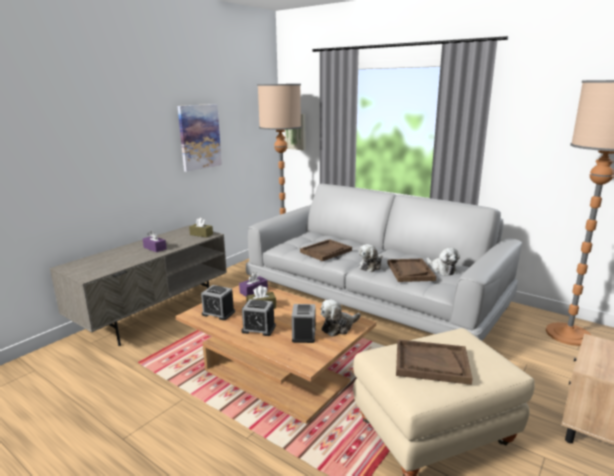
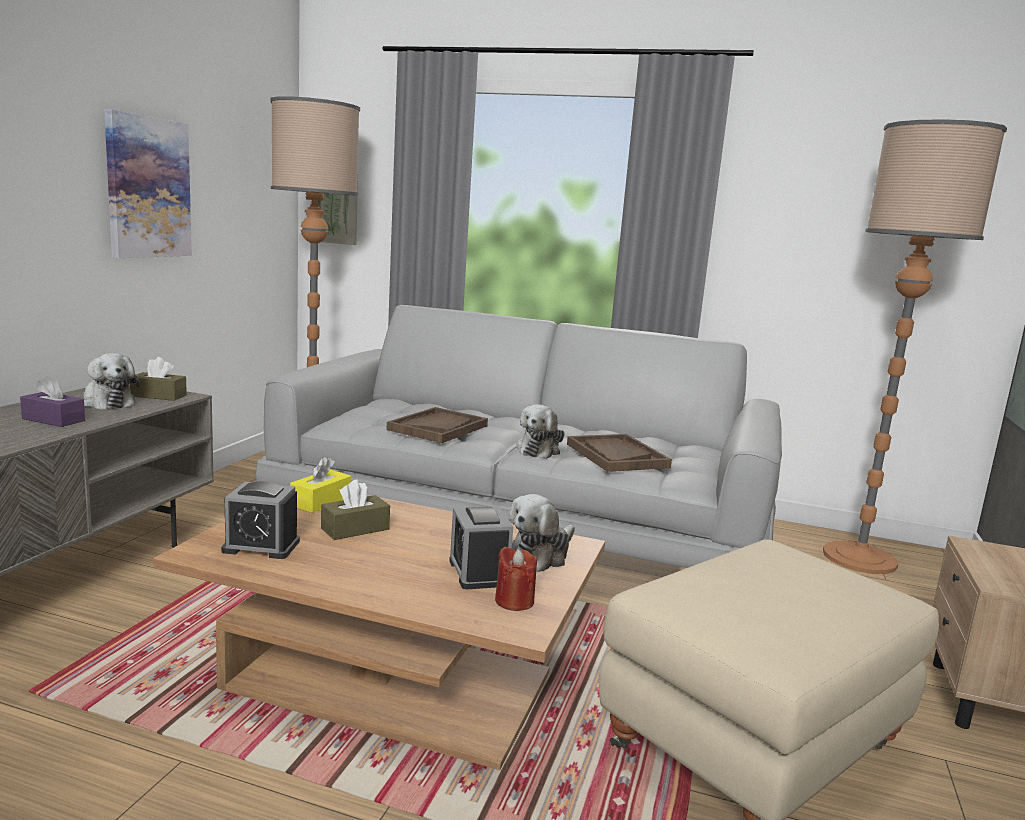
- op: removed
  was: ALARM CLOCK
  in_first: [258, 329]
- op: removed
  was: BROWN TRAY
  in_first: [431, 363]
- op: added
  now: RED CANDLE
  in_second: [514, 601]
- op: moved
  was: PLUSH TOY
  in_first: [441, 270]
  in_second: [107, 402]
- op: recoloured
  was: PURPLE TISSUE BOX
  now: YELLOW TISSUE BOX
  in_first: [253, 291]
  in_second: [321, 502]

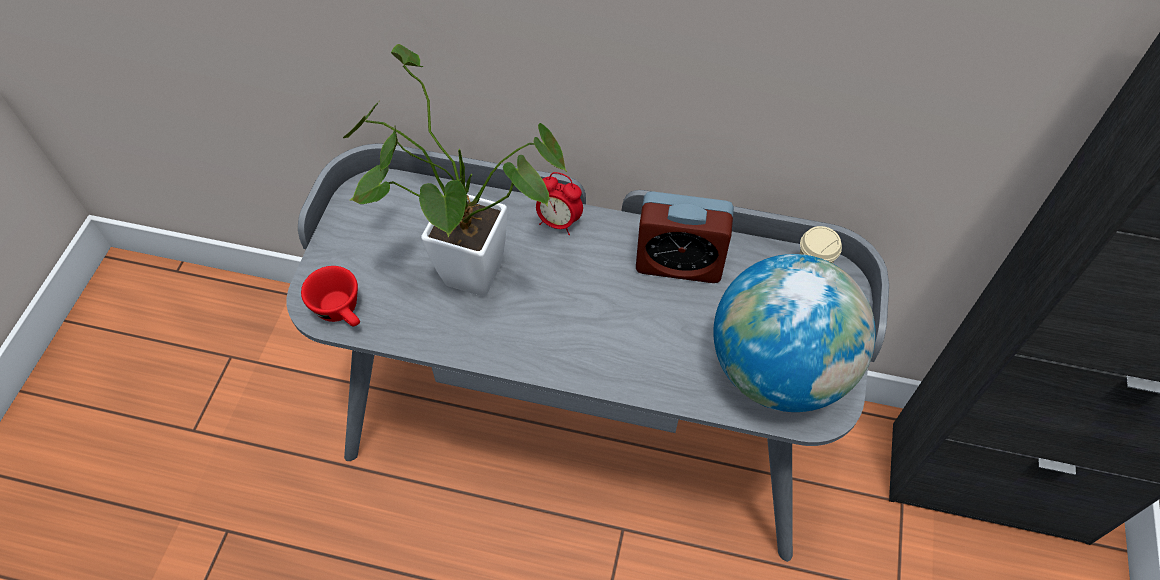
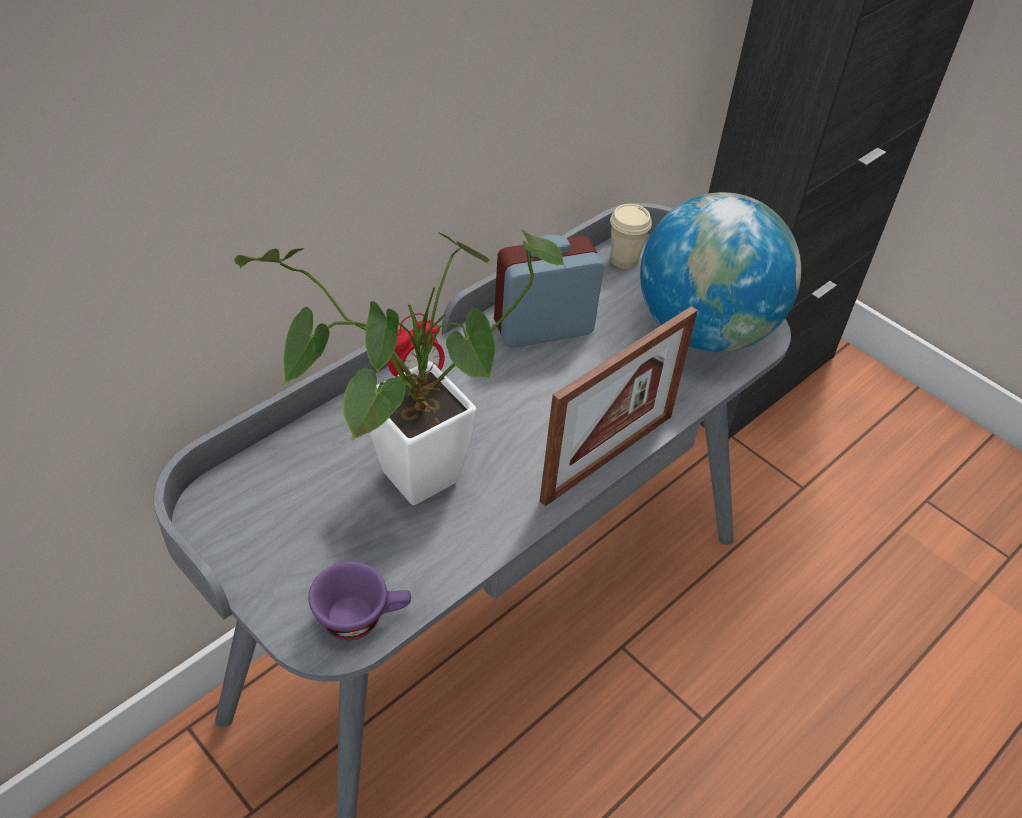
- op: added
  now: PICTURE FRAME
  in_second: [608, 457]
- op: recoloured
  was: RED CUP
  now: PURPLE CUP
  in_first: [342, 312]
  in_second: [362, 617]
- op: turned
  was: ALARM CLOCK
  in_first: [679, 263]
  in_second: [543, 328]
  clockwise: -150

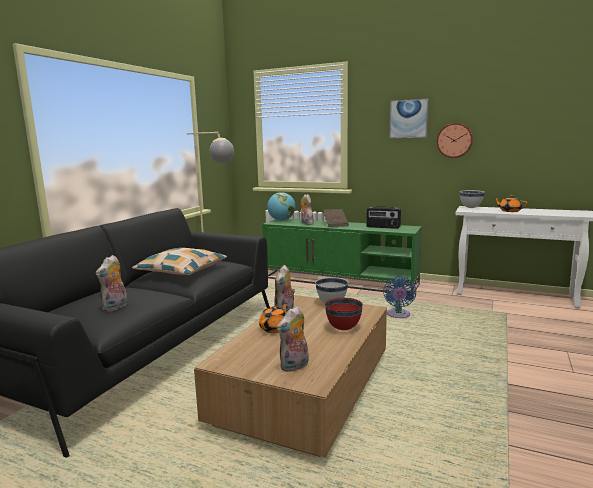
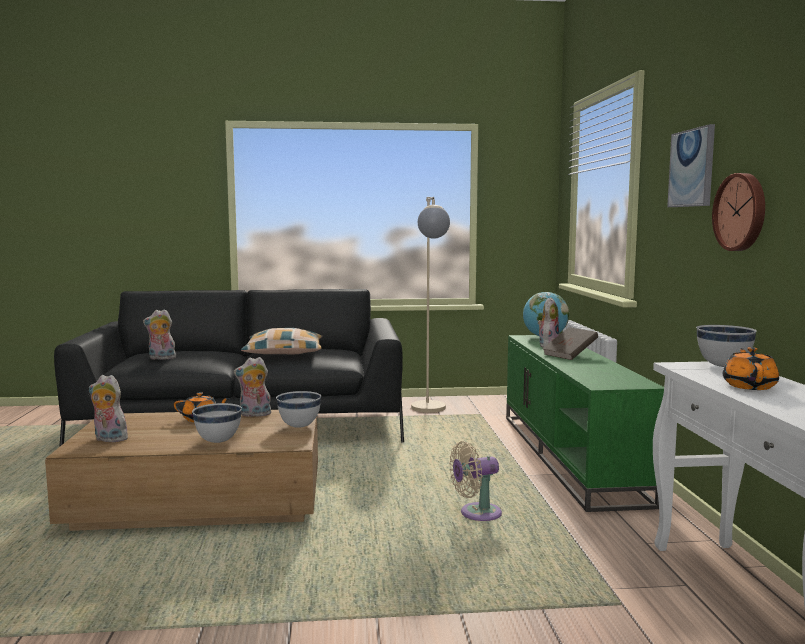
- op: removed
  was: RADIO
  in_first: [383, 227]
- op: recoloured
  was: RED BOWL
  now: WHITE BOWL
  in_first: [344, 328]
  in_second: [218, 441]
- op: recoloured
  was: BLUE FAN
  now: BEIGE FAN
  in_first: [398, 315]
  in_second: [476, 514]

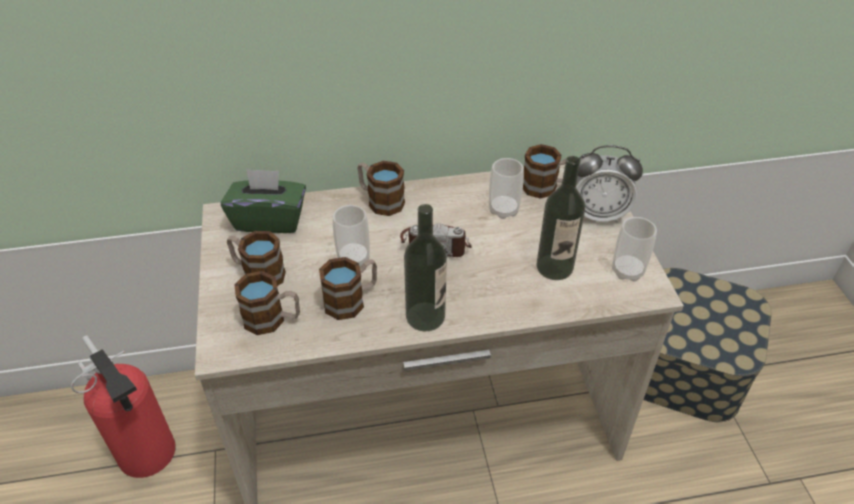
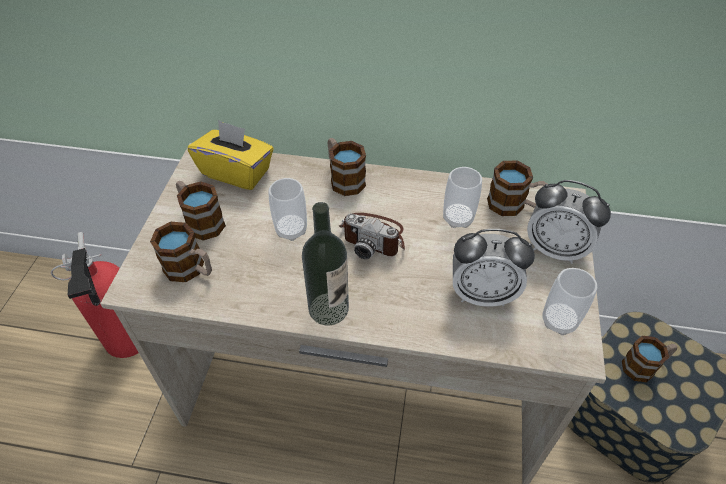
- op: moved
  was: MUG
  in_first: [351, 300]
  in_second: [644, 366]
- op: replaced
  was: BOTTLE
  now: ALARM CLOCK
  in_first: [554, 267]
  in_second: [482, 294]
- op: recoloured
  was: GREEN TISSUE BOX
  now: YELLOW TISSUE BOX
  in_first: [269, 220]
  in_second: [236, 172]

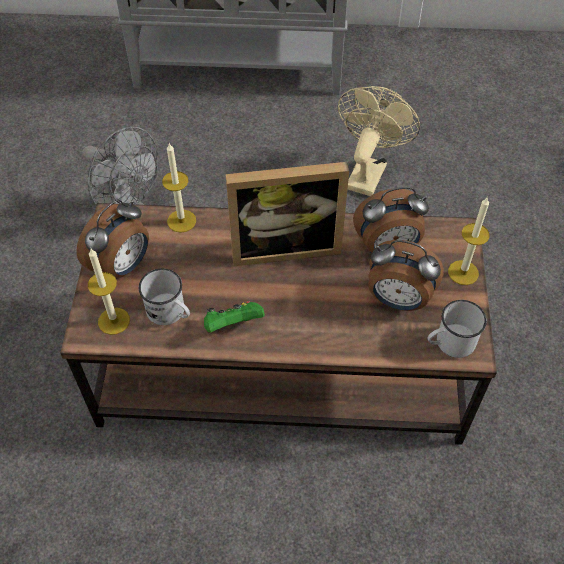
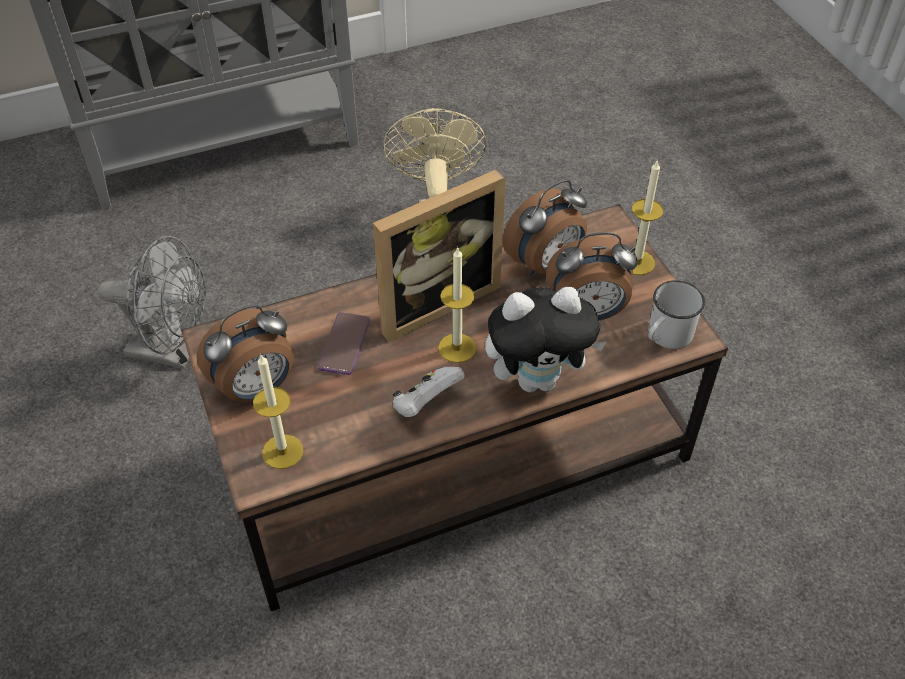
- op: removed
  was: WHITE MUG
  in_first: [170, 313]
- op: added
  now: PHONE
  in_second: [344, 344]
- op: added
  now: PLUSH TOY
  in_second: [538, 379]
- op: moved
  was: CANDLE
  in_first: [181, 221]
  in_second: [457, 348]
- op: recoloured
  was: GREEN GAME CONTROLLER
  now: WHITE GAME CONTROLLER
  in_first: [233, 325]
  in_second: [426, 404]
- op: turned
  was: ALARM CLOCK
  in_first: [122, 266]
  in_second: [256, 388]
  clockwise: 45

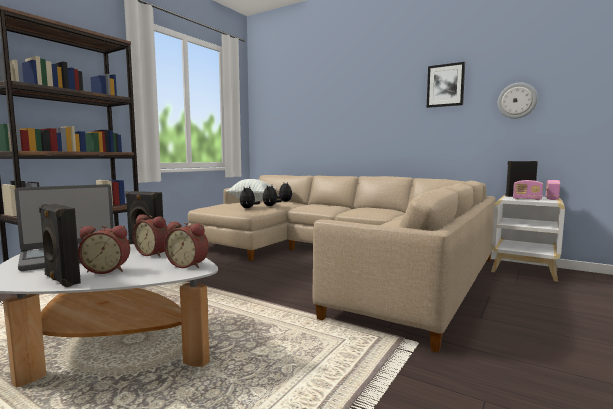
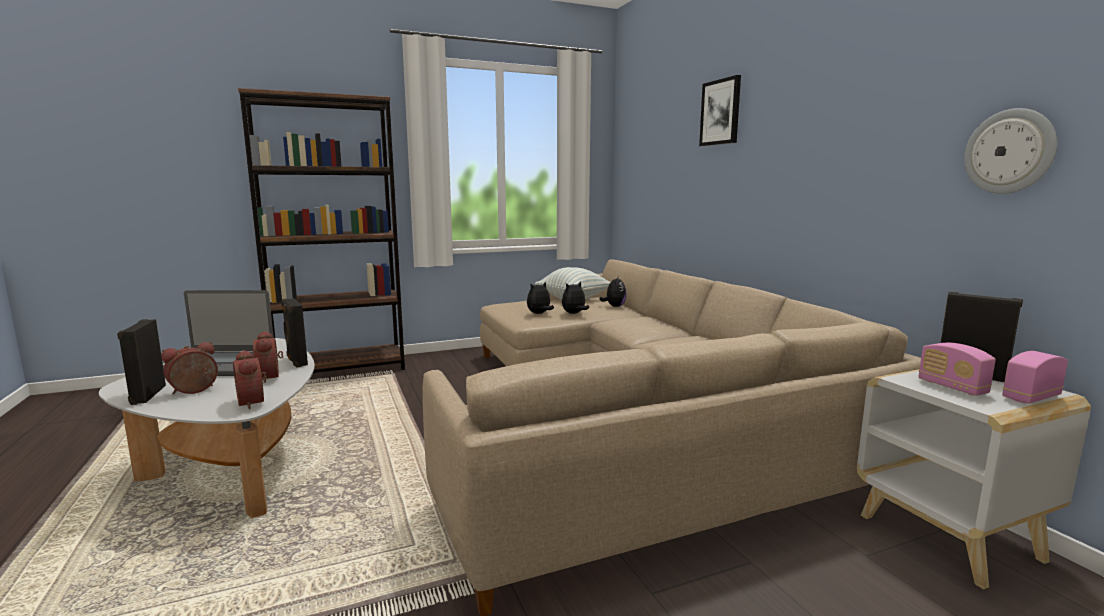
- op: moved
  was: PICTURE
  in_first: [445, 85]
  in_second: [720, 112]
- op: turned
  was: ALARM CLOCK
  in_first: [107, 270]
  in_second: [194, 391]
  clockwise: 105

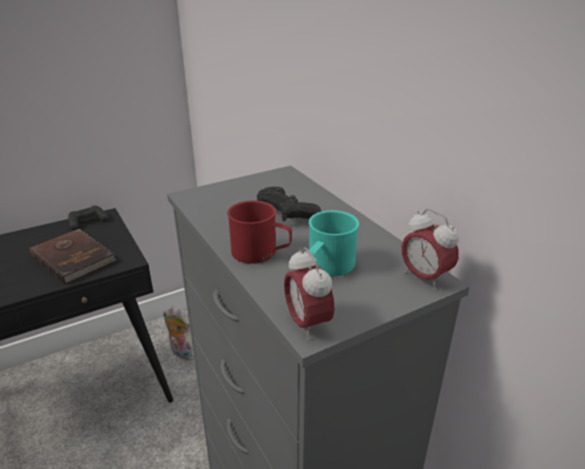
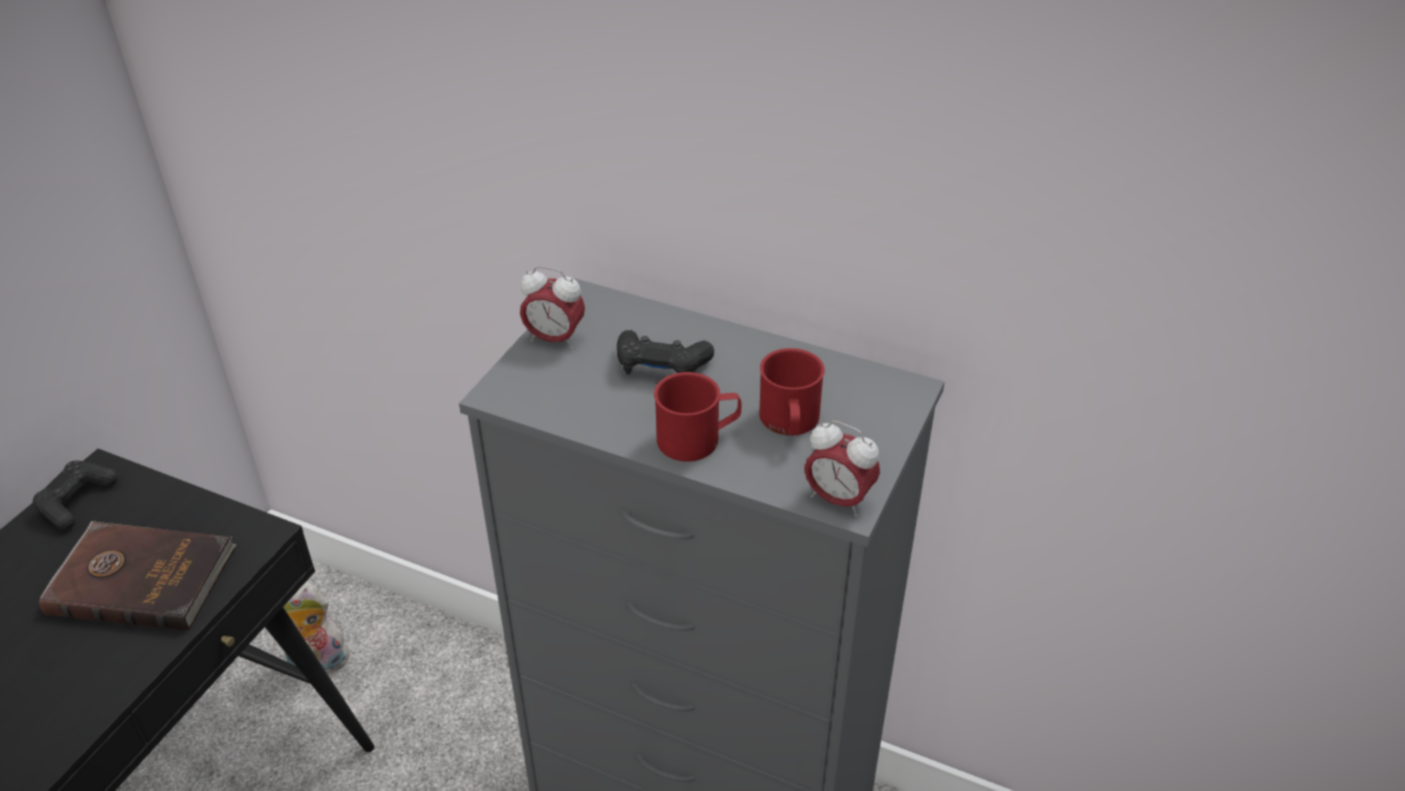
- op: moved
  was: ALARM CLOCK
  in_first: [424, 278]
  in_second: [554, 339]
- op: recoloured
  was: TURQUOISE MUG
  now: RED MUG
  in_first: [327, 267]
  in_second: [790, 423]

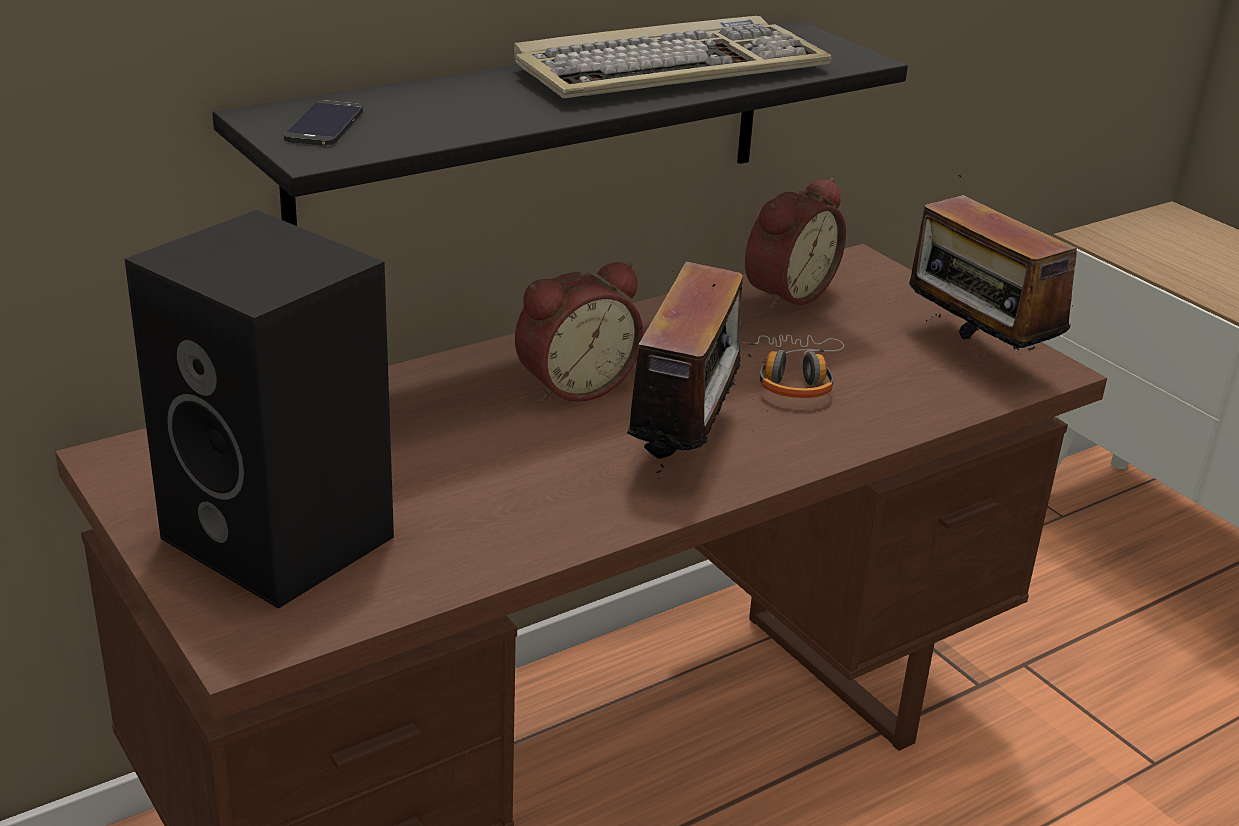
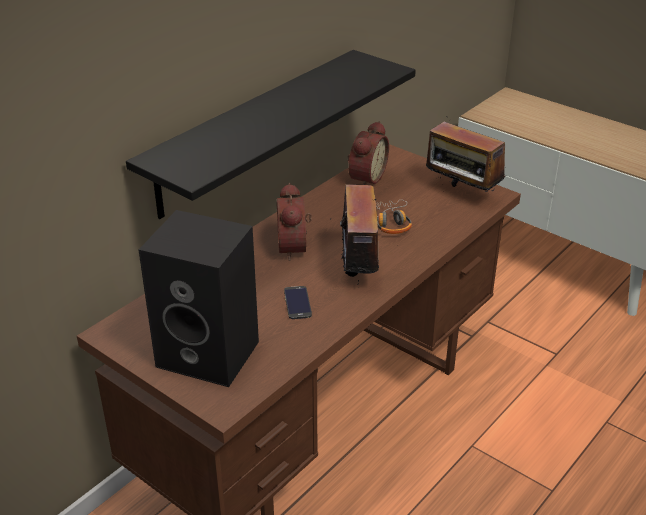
- op: removed
  was: KEYBOARD
  in_first: [670, 70]
- op: moved
  was: PHONE
  in_first: [324, 124]
  in_second: [297, 303]
- op: turned
  was: ALARM CLOCK
  in_first: [573, 385]
  in_second: [295, 247]
  clockwise: 135

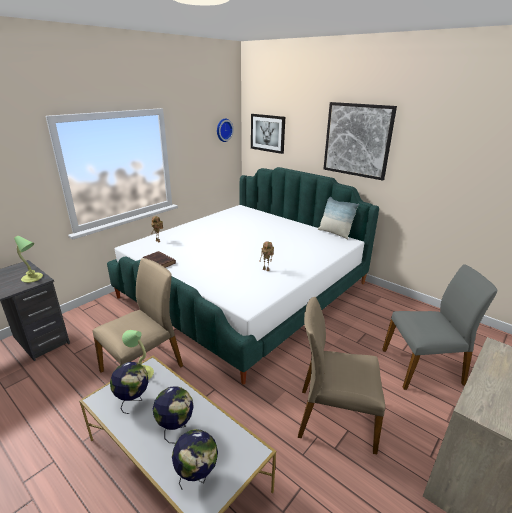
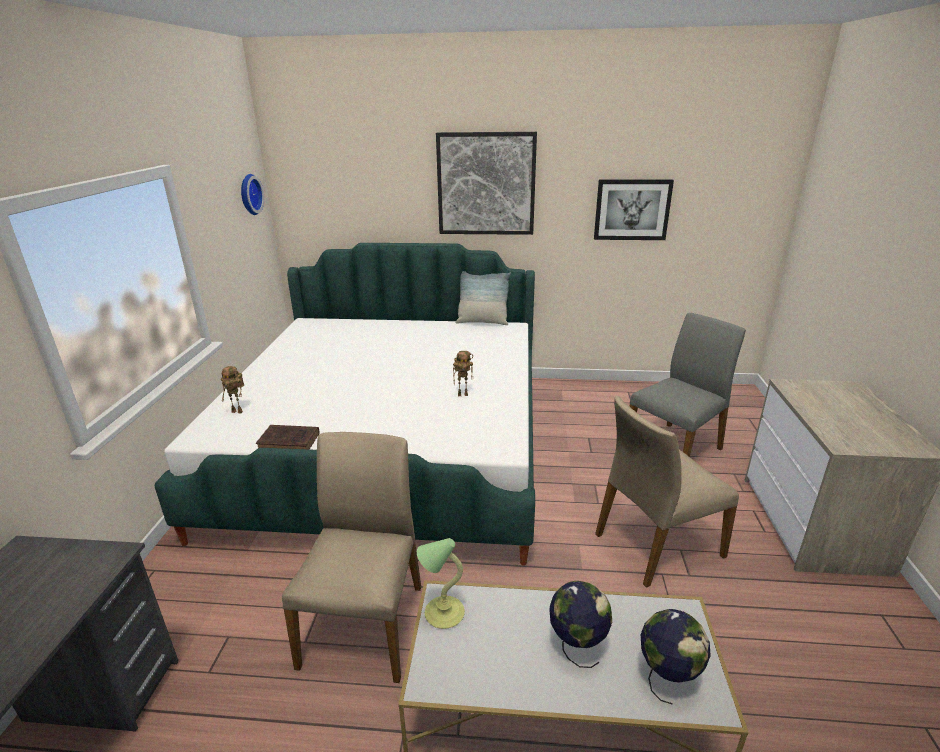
- op: removed
  was: TABLE LAMP
  in_first: [32, 278]
- op: removed
  was: GLOBE
  in_first: [133, 401]
- op: moved
  was: PICTURE
  in_first: [267, 133]
  in_second: [632, 209]

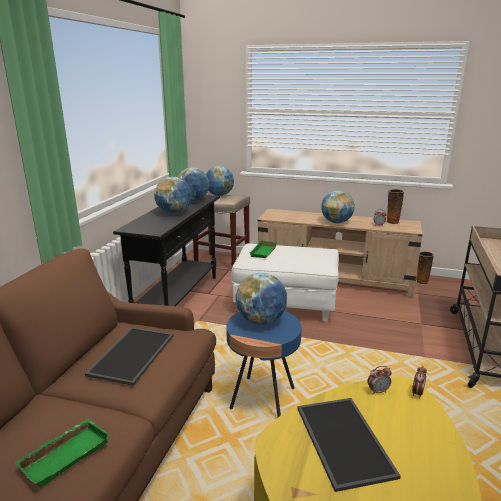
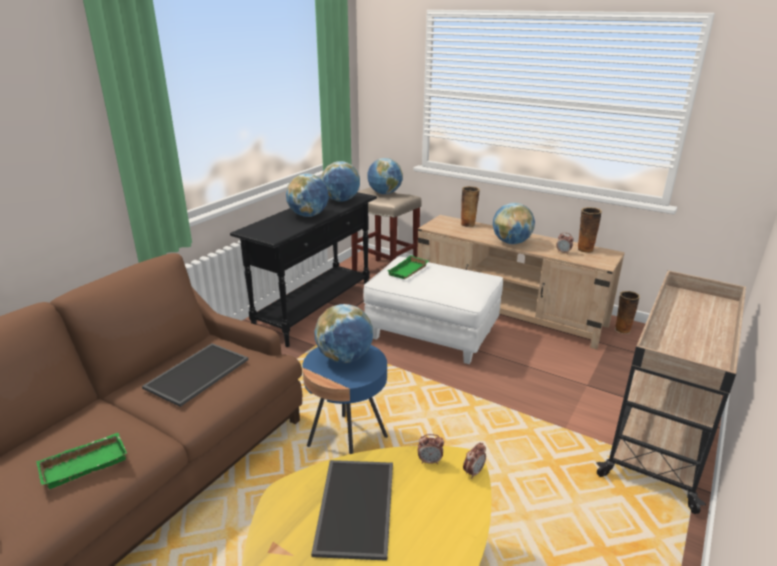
- op: added
  now: VASE
  in_second: [468, 225]

